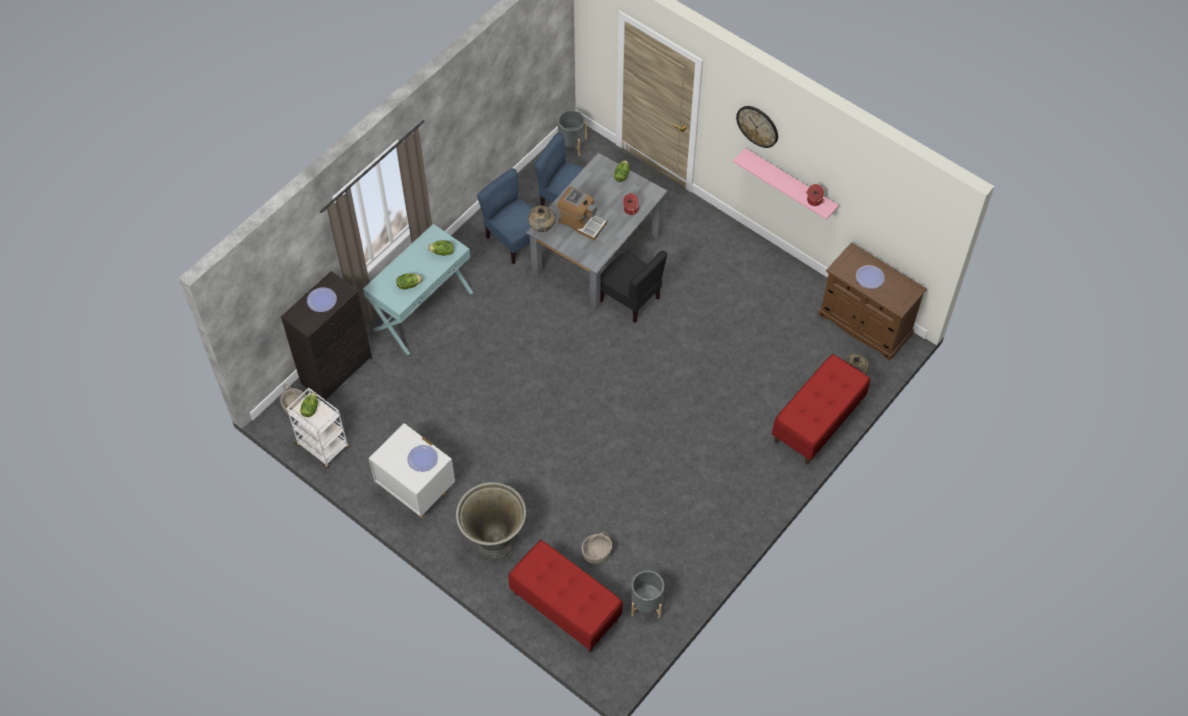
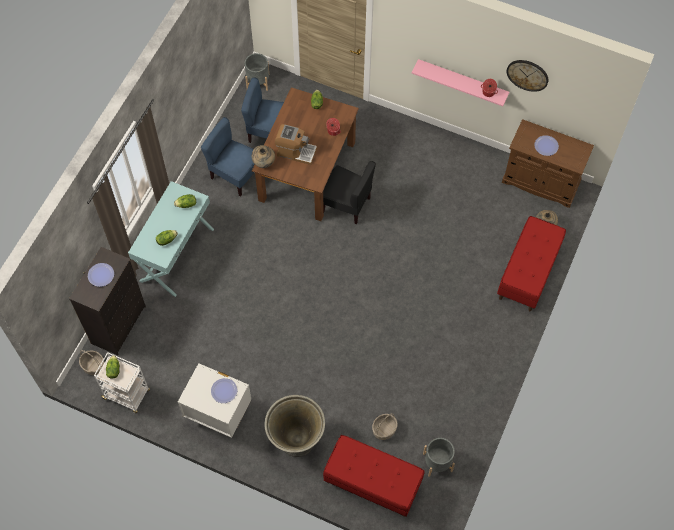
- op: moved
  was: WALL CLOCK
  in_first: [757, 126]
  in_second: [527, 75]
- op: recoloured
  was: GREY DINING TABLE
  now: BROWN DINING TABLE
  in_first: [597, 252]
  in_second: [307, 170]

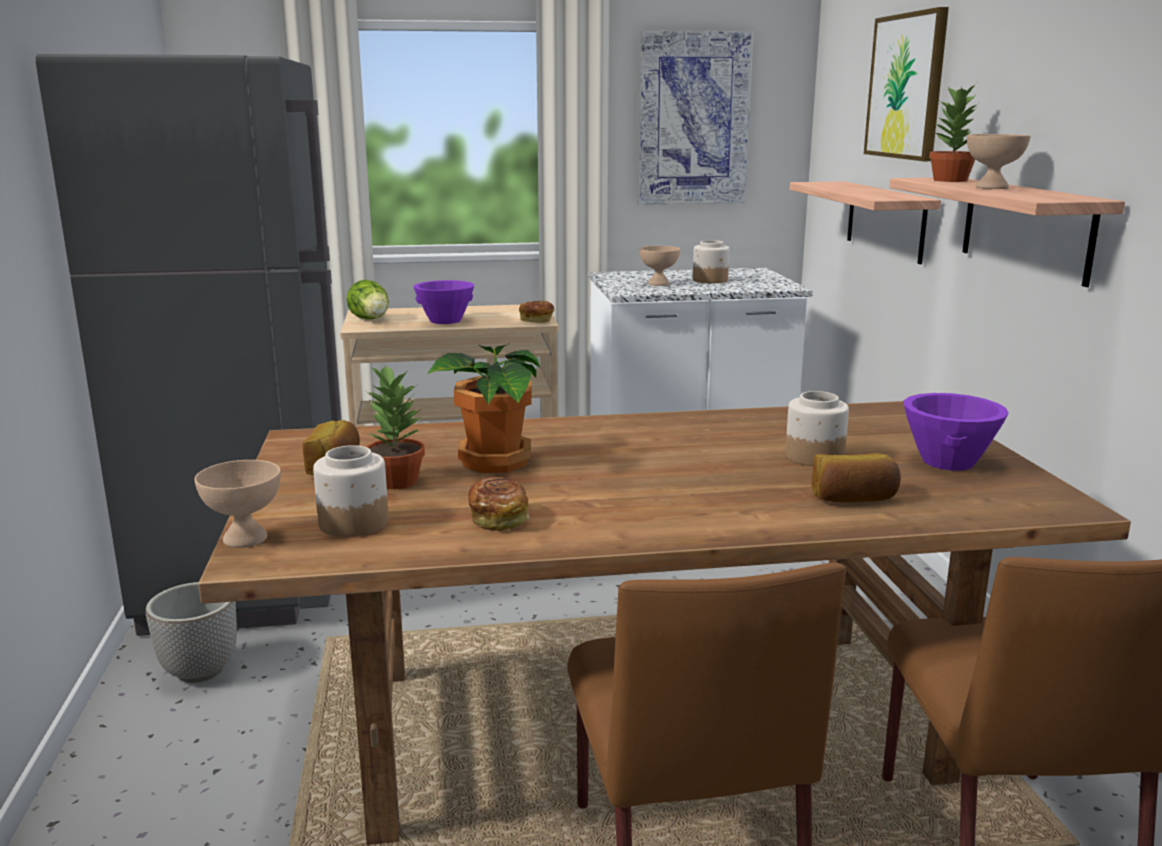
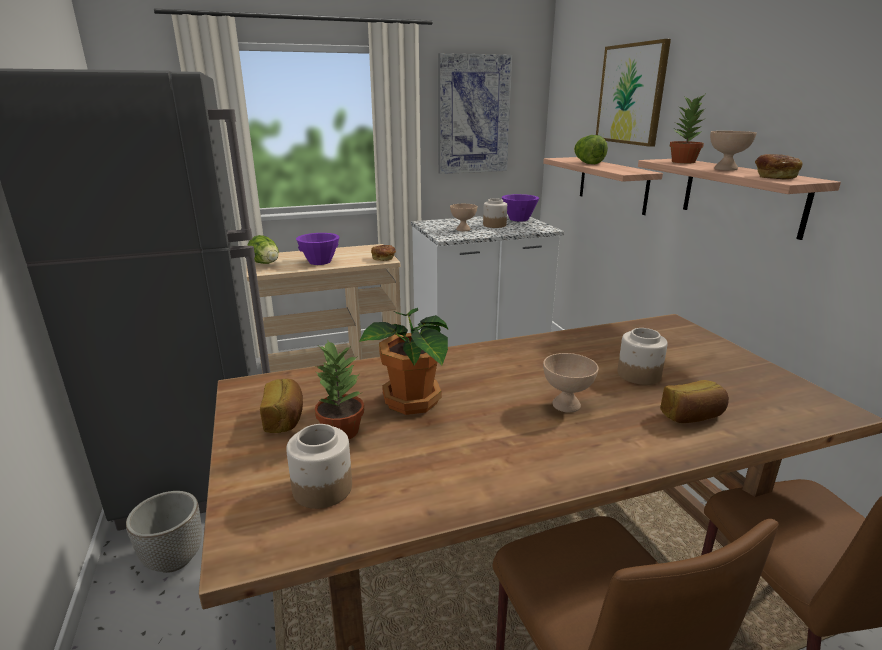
- op: added
  now: LETTUCE
  in_second: [587, 163]
- op: moved
  was: BEIGE BOWL
  in_first: [244, 539]
  in_second: [566, 405]
- op: moved
  was: BREAD
  in_first: [498, 518]
  in_second: [774, 177]
- op: moved
  was: PURPLE BOWL
  in_first: [947, 462]
  in_second: [518, 219]

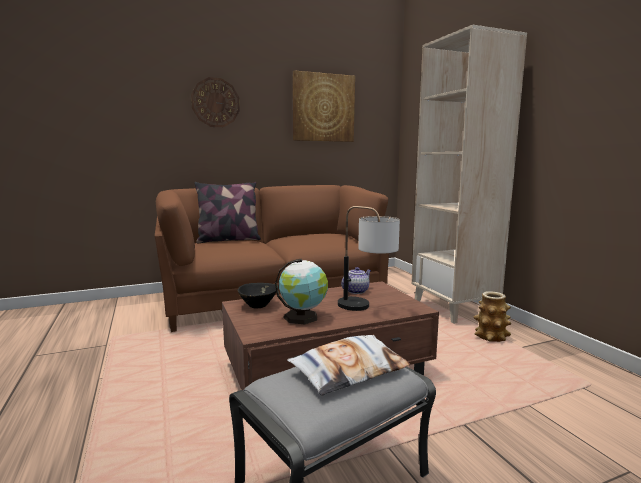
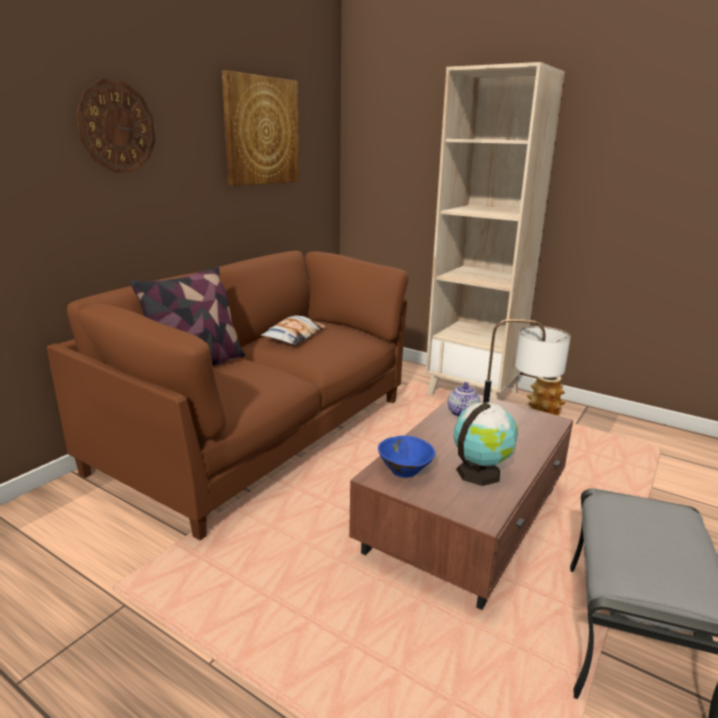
- op: moved
  was: PILLOW
  in_first: [349, 370]
  in_second: [294, 336]
- op: recoloured
  was: BLACK BOWL
  now: BLUE BOWL
  in_first: [258, 305]
  in_second: [405, 471]

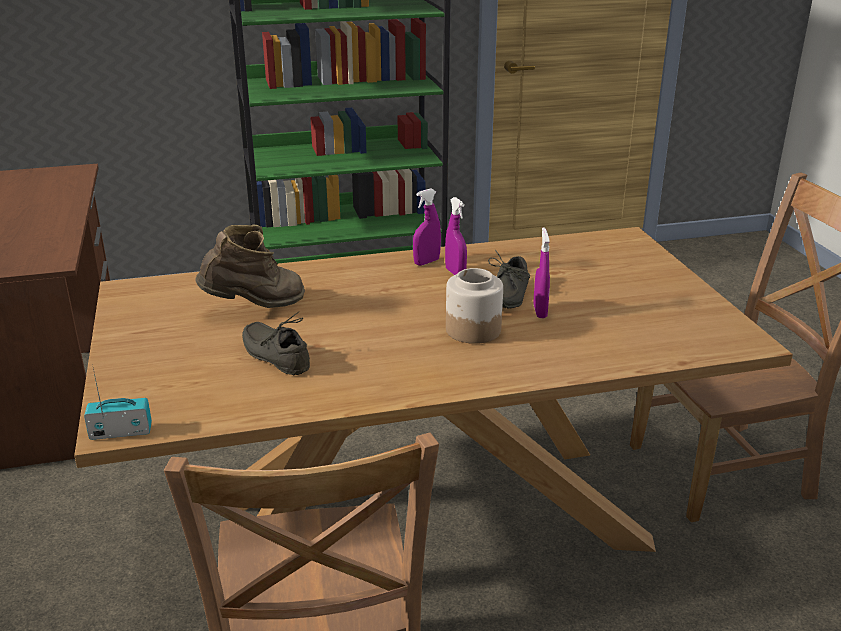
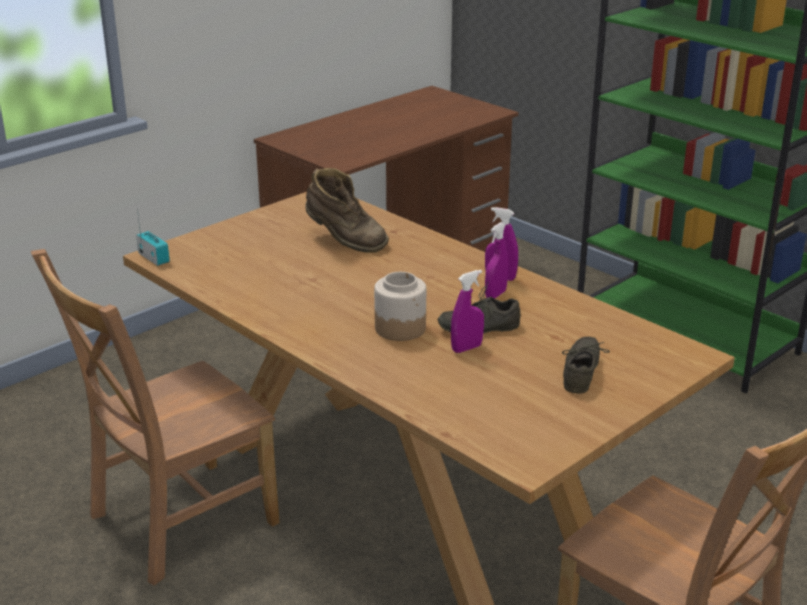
- op: moved
  was: GREY SHOE
  in_first: [278, 355]
  in_second: [584, 372]

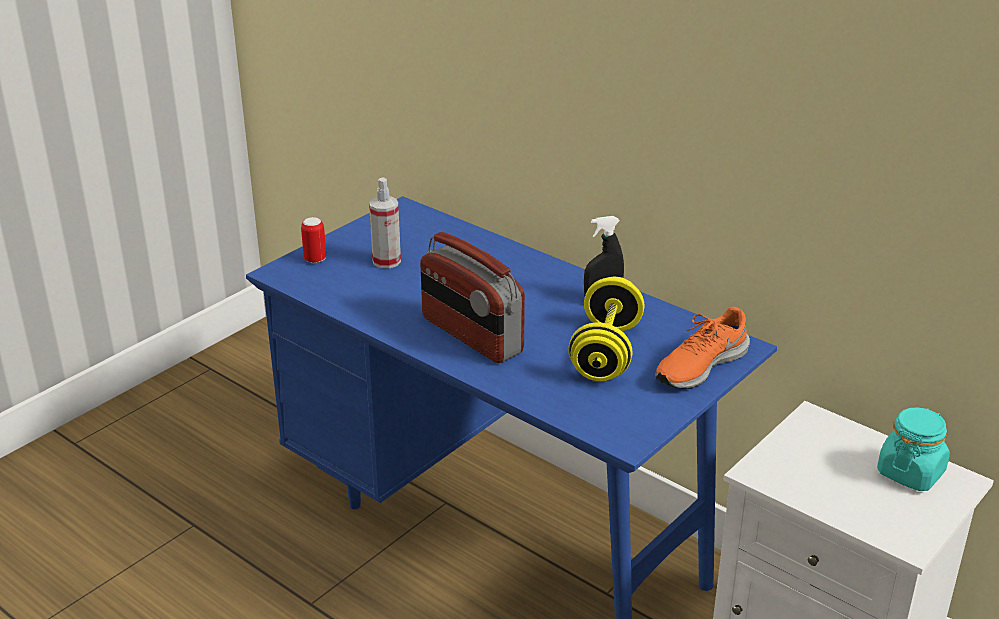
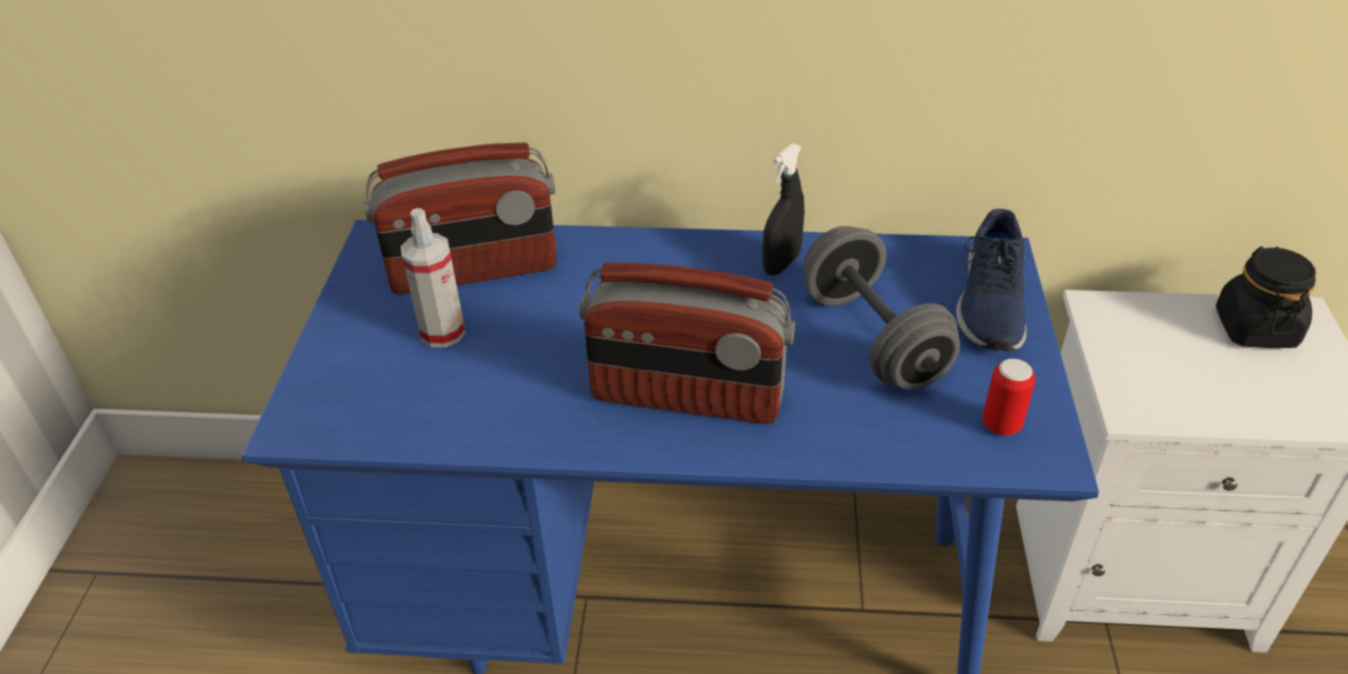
- op: added
  now: RADIO
  in_second: [474, 271]
- op: moved
  was: CAN
  in_first: [315, 259]
  in_second: [1001, 425]
- op: recoloured
  was: YELLOW DUMBBELL
  now: GREY DUMBBELL
  in_first: [606, 353]
  in_second: [873, 339]
- op: recoloured
  was: ORANGE SHOE
  now: BLUE SHOE
  in_first: [699, 365]
  in_second: [989, 303]
- op: recoloured
  was: TURQUOISE JAR
  now: BLACK JAR
  in_first: [910, 472]
  in_second: [1255, 328]

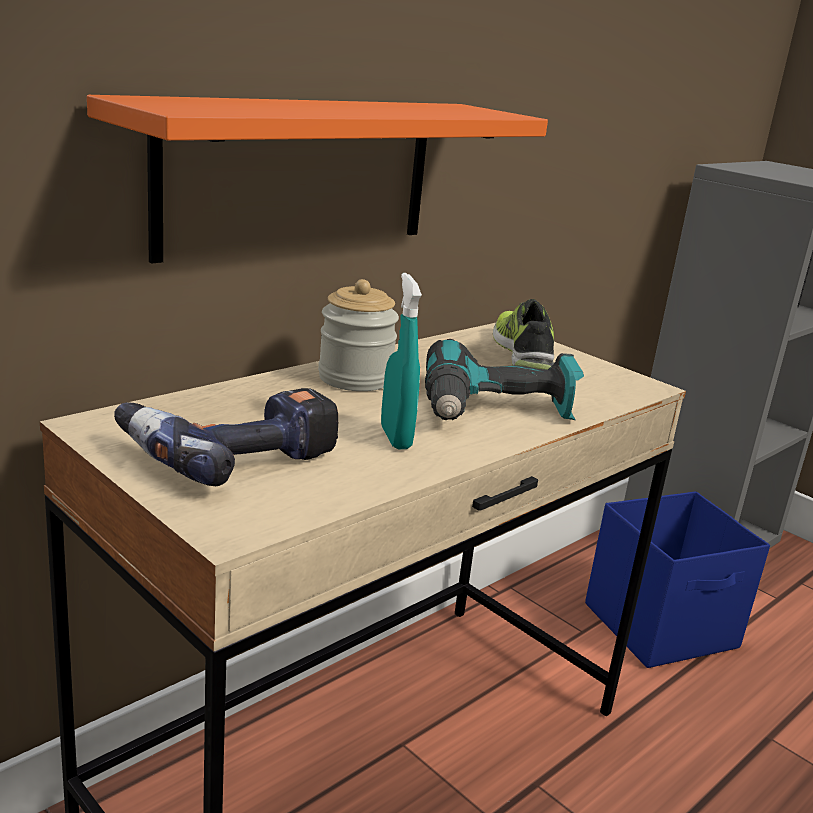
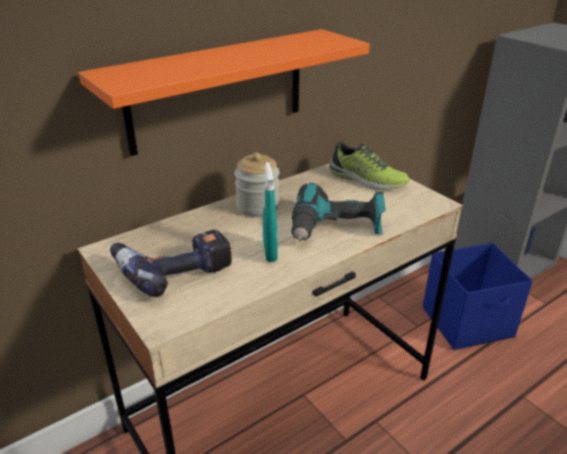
- op: turned
  was: SHOE
  in_first: [524, 353]
  in_second: [366, 180]
  clockwise: 120

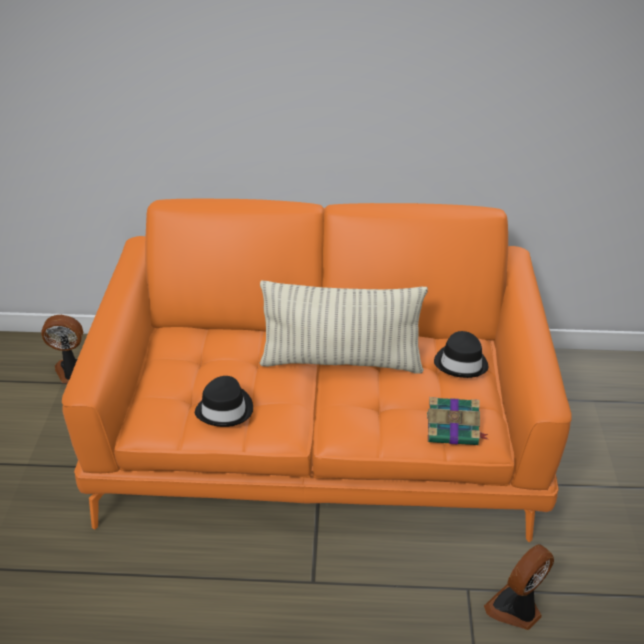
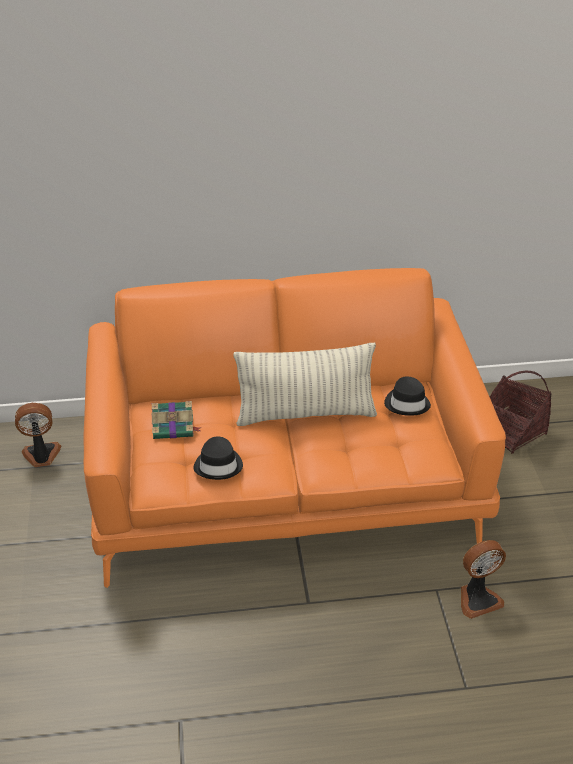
- op: added
  now: BASKET
  in_second: [511, 431]
- op: moved
  was: BOOK
  in_first: [453, 429]
  in_second: [174, 427]
- op: turned
  was: FAN
  in_first: [516, 608]
  in_second: [477, 598]
  clockwise: -150

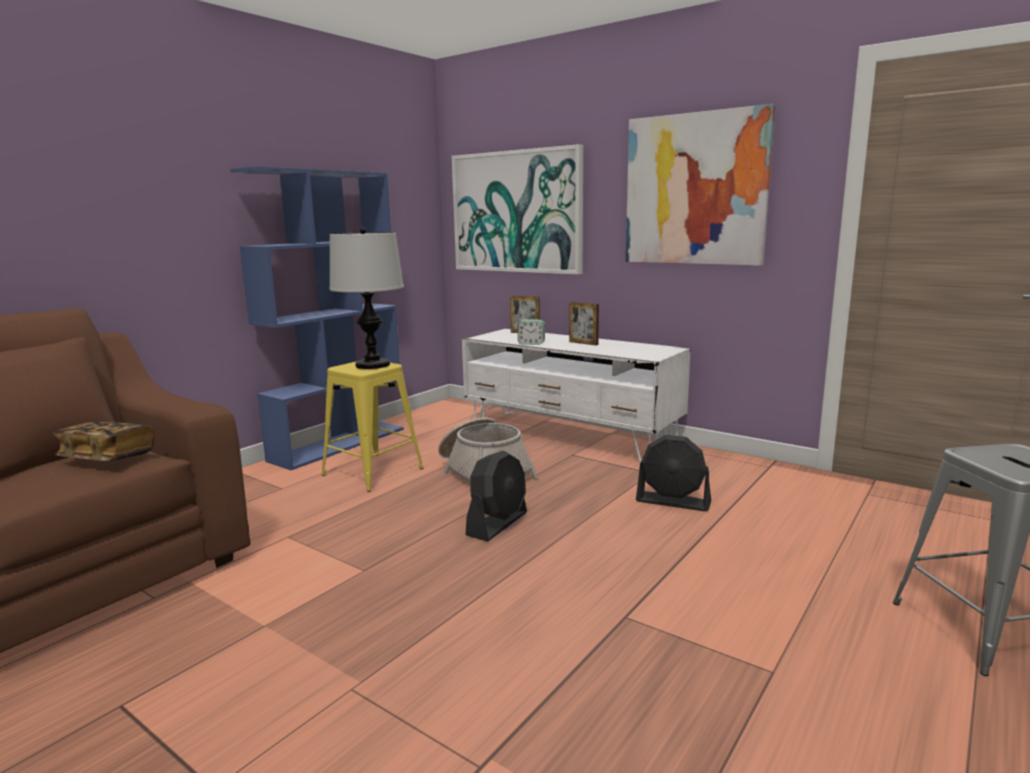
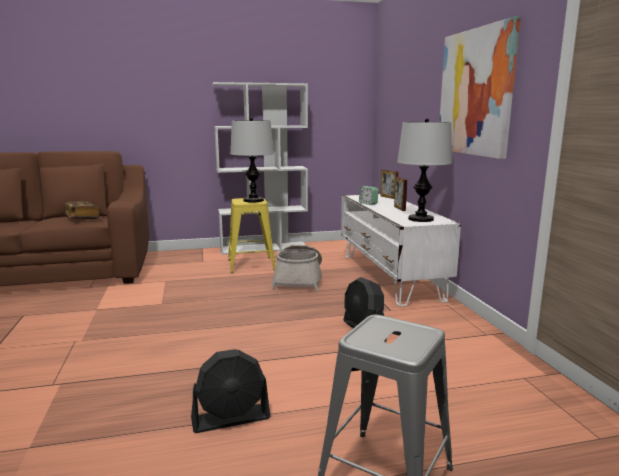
- op: removed
  was: PICTURE
  in_first: [516, 212]
- op: added
  now: TABLE LAMP
  in_second: [420, 219]
- op: moved
  was: BLACK FAN
  in_first: [497, 524]
  in_second: [231, 418]
- op: recoloured
  was: BLUE BOOKCASE
  now: WHITE BOOKCASE
  in_first: [339, 444]
  in_second: [264, 248]

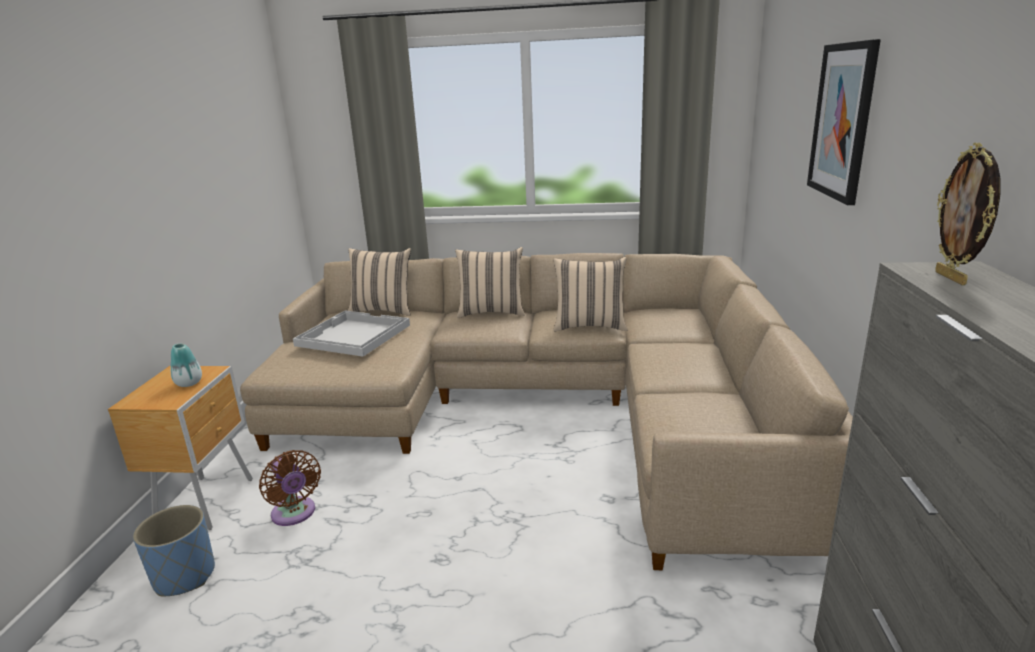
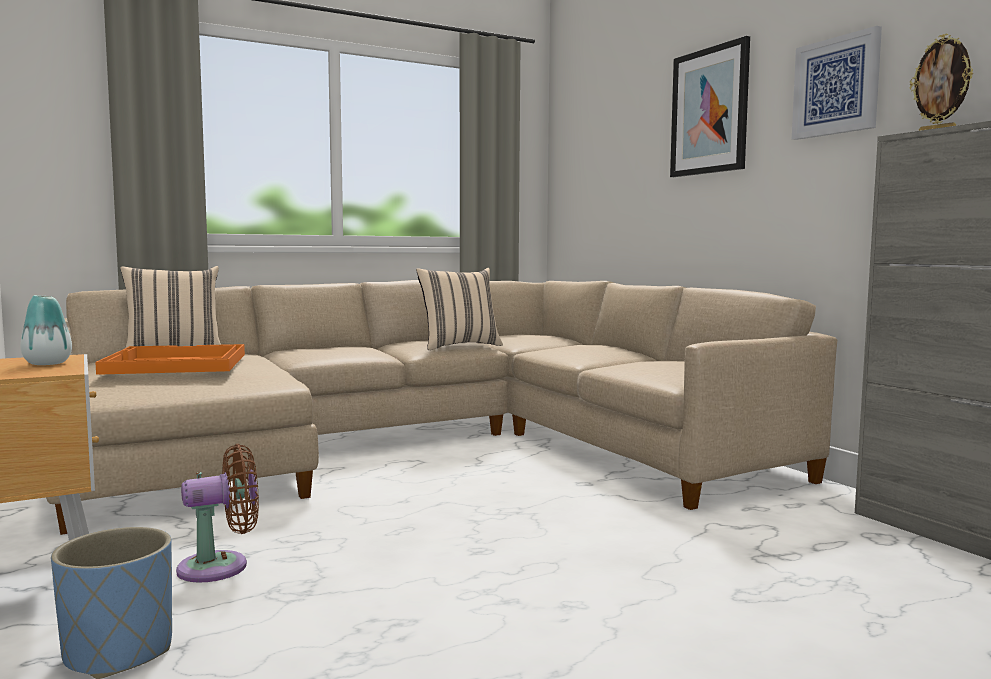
- op: removed
  was: BEIGE PILLOW
  in_first: [491, 312]
- op: added
  now: PICTURE
  in_second: [836, 86]
- op: recoloured
  was: WHITE TRAY
  now: ORANGE TRAY
  in_first: [352, 335]
  in_second: [175, 364]
- op: turned
  was: BROWN FAN
  in_first: [295, 514]
  in_second: [221, 566]
  clockwise: -45

